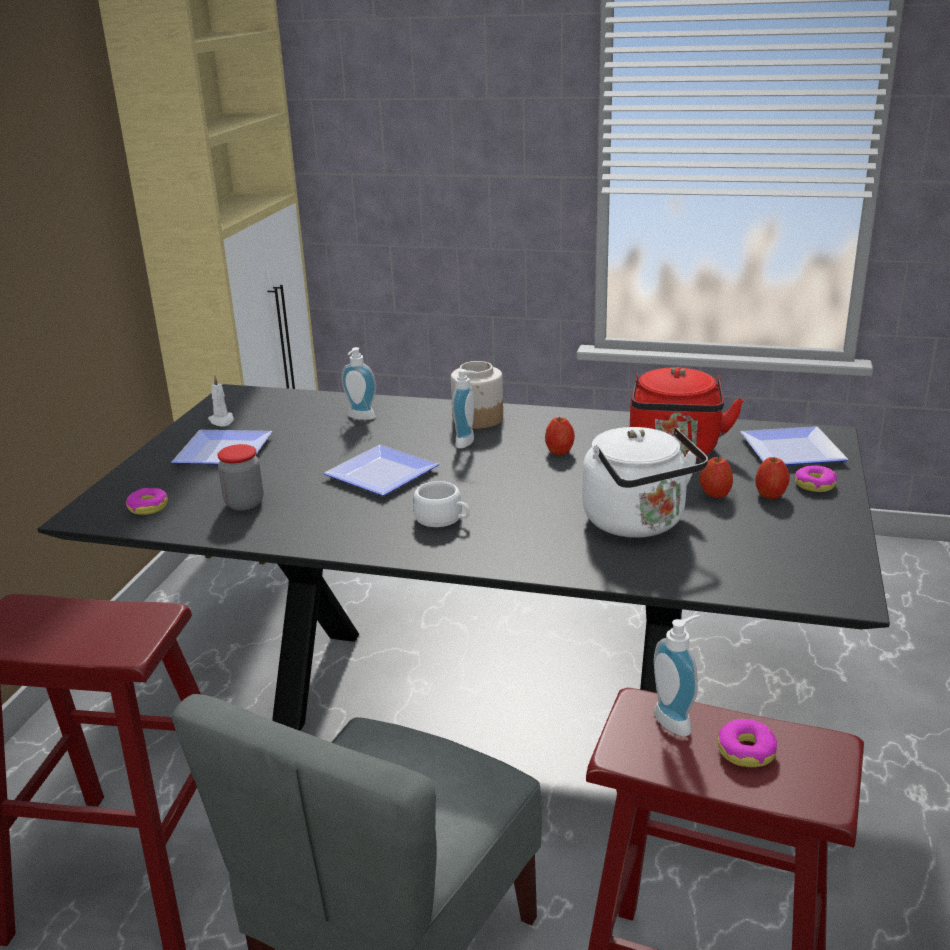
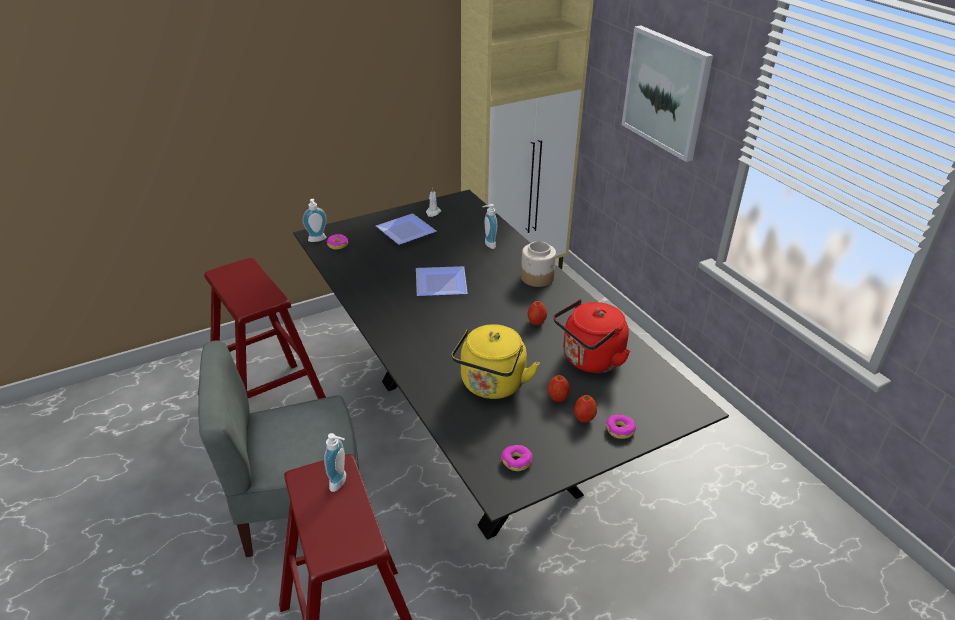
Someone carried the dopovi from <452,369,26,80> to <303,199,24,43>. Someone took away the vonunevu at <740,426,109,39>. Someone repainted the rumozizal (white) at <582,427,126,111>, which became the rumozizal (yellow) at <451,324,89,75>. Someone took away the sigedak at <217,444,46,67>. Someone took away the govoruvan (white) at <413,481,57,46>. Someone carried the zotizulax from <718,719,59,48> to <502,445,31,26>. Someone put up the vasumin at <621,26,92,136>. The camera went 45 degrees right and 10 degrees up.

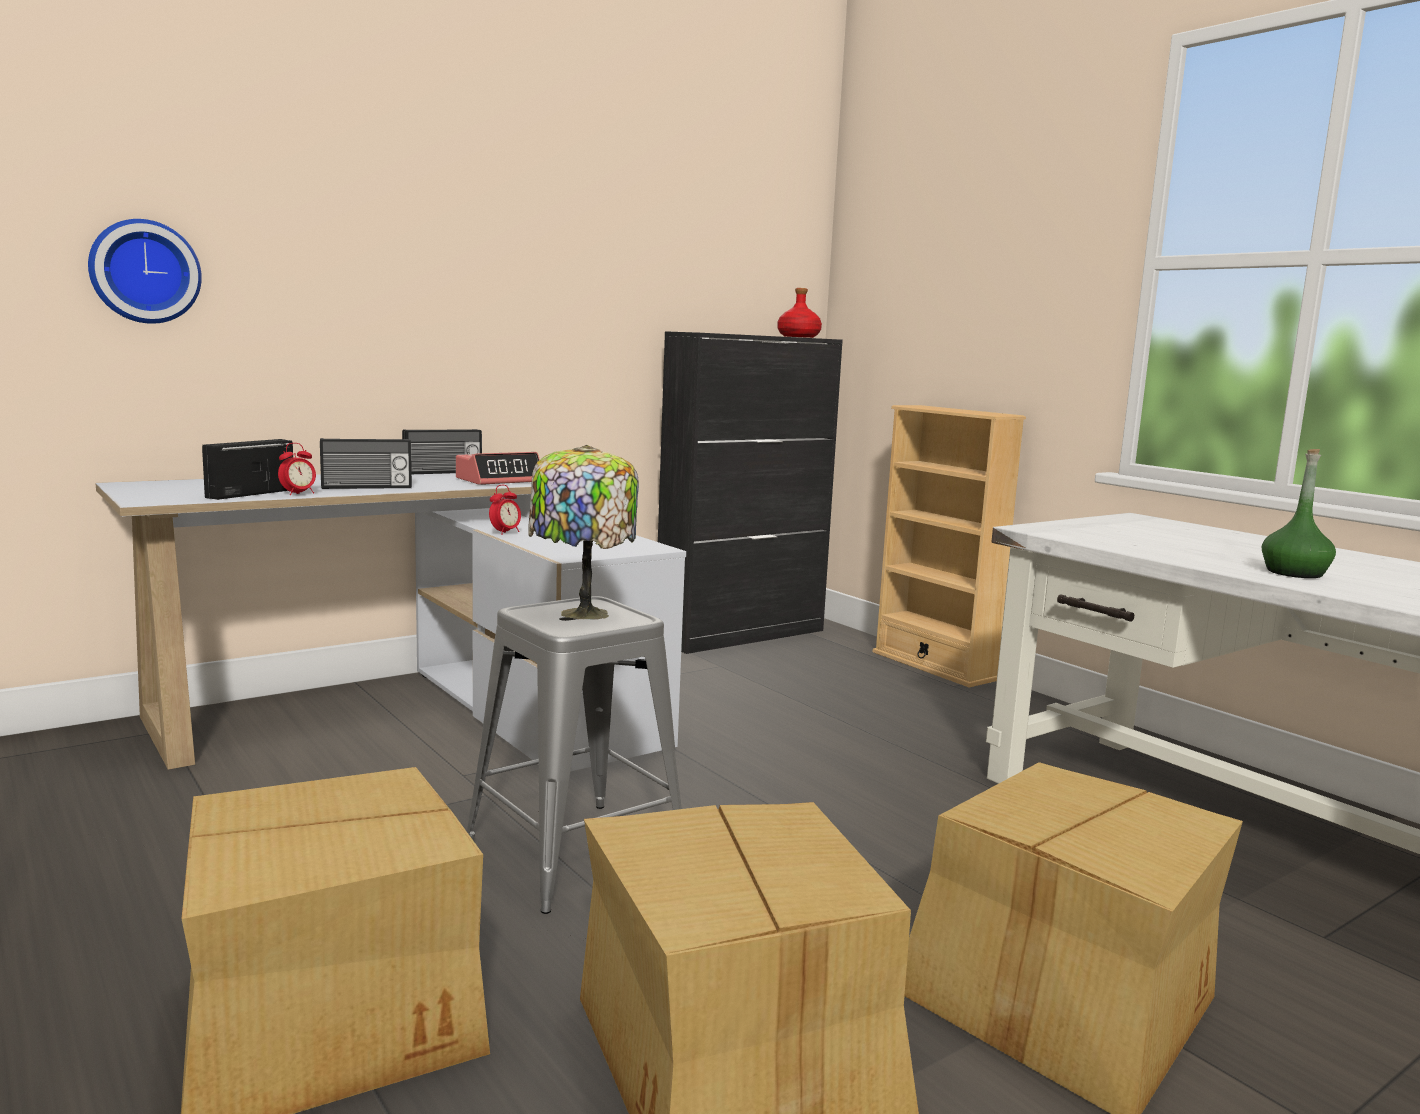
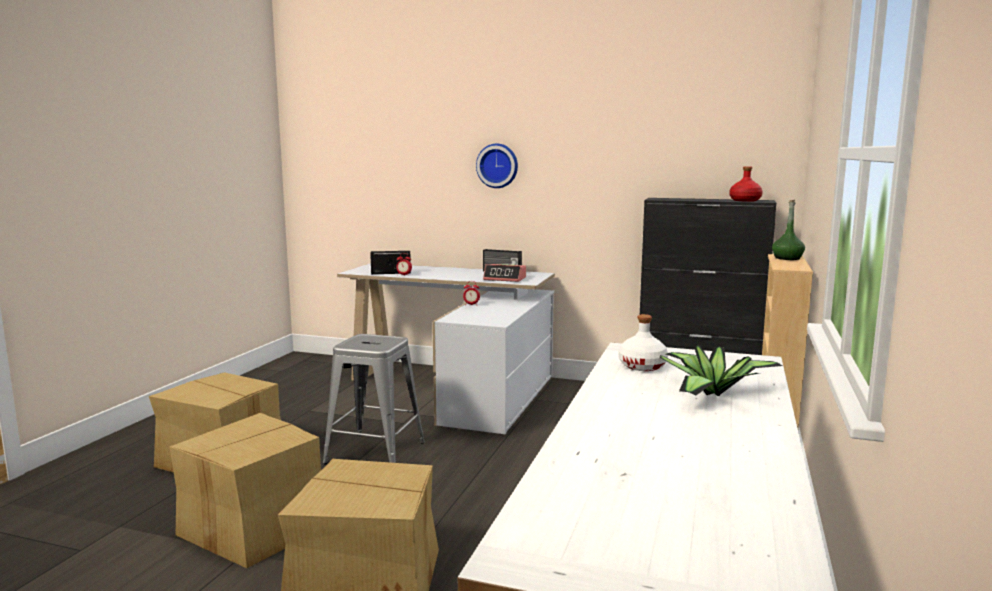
Someone carried the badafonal from <88,219,114,105> to <476,144,42,44>. Someone took away the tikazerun at <320,438,92,51>. Someone took away the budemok at <528,445,111,175>. Someone carried the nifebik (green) from <1262,449,74,129> to <772,200,33,60>. Someone put down the nifebik (white) at <619,314,49,57>. Someone put down the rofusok at <659,346,124,50>. The camera went 55 degrees right and 0 degrees up.

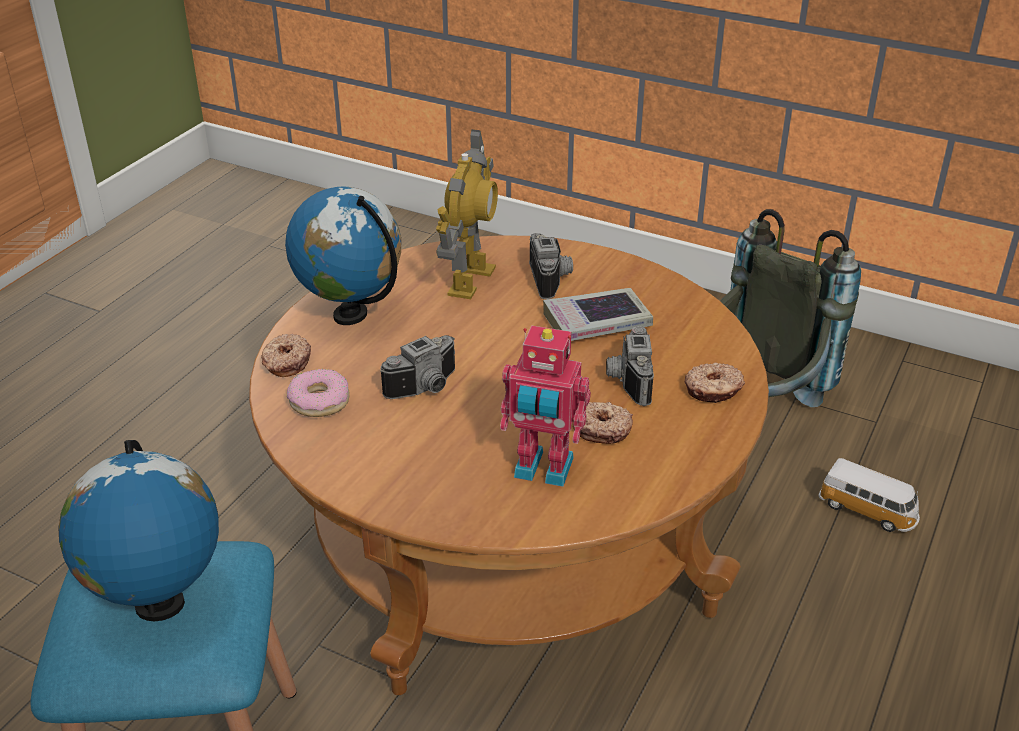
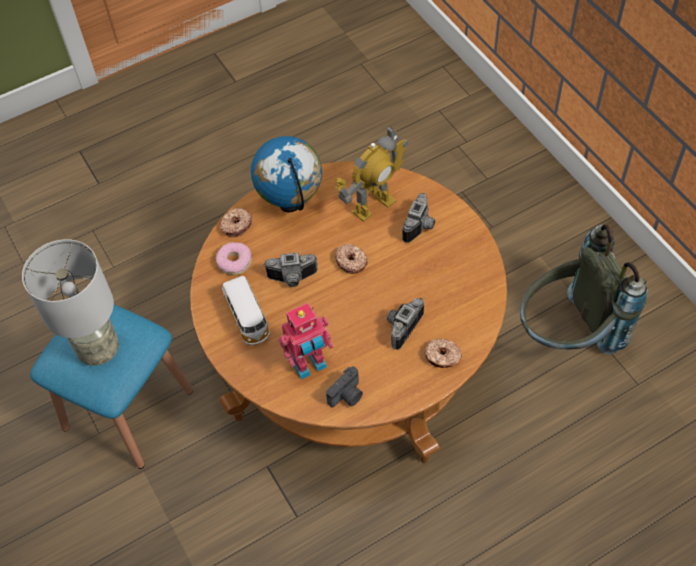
Someone took away the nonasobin at <543,288,110,53>. Someone rotated the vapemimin at <500,325,91,162> by 75 degrees counterclockwise. Someone carried the zotizulax from <573,402,60,42> to <335,244,33,30>. Someone swapped the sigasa at <58,440,161,181> for the budemok (grey) at <22,239,97,127>. Someone carried the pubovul from <819,458,101,74> to <222,276,48,69>. Someone put down the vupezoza at <326,366,37,41>. The camera went 35 degrees right and 20 degrees up.

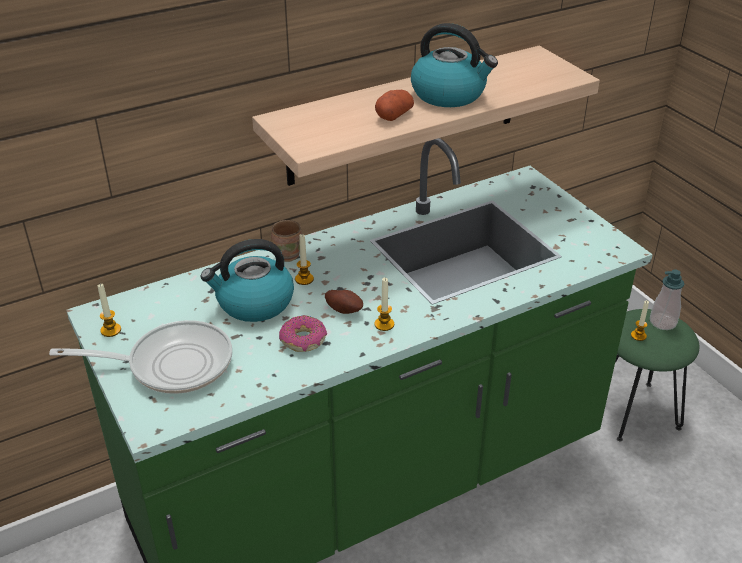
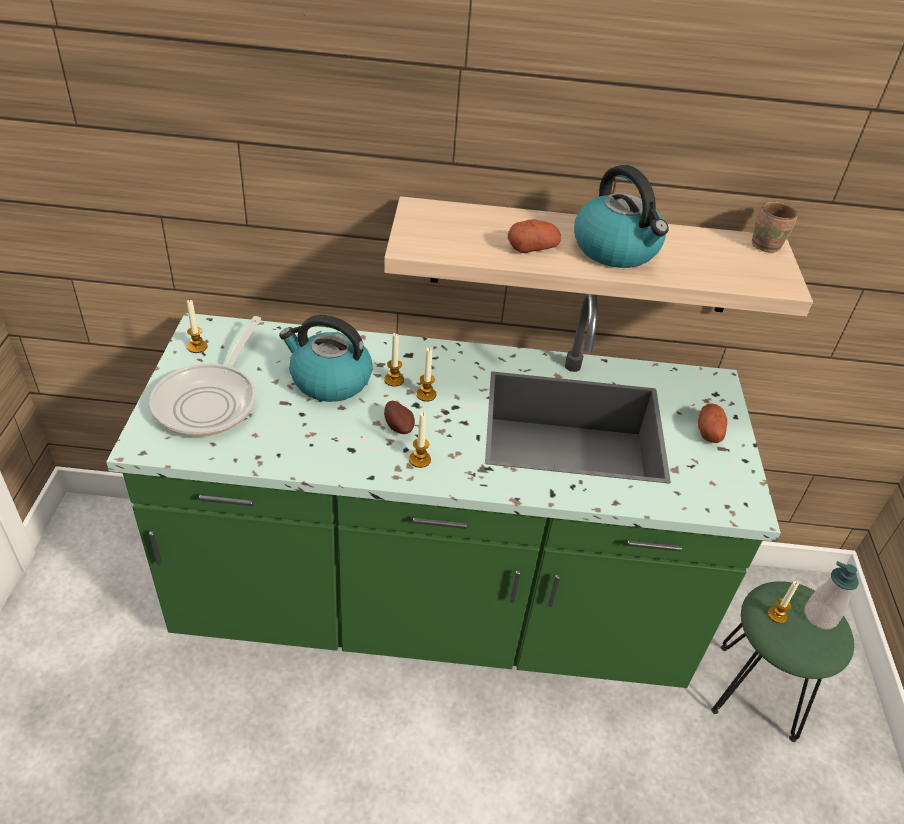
Someone carried the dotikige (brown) from <271,220,31,42> to <752,201,46,52>. Someone took away the zotizulax at <279,315,48,37>. Someone rotated the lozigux at <49,320,183,74> by 75 degrees clockwise. Someone put down the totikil at <416,347,20,55>. Someone put down the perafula at <698,403,29,40>. The camera went 30 degrees right and 5 degrees up.

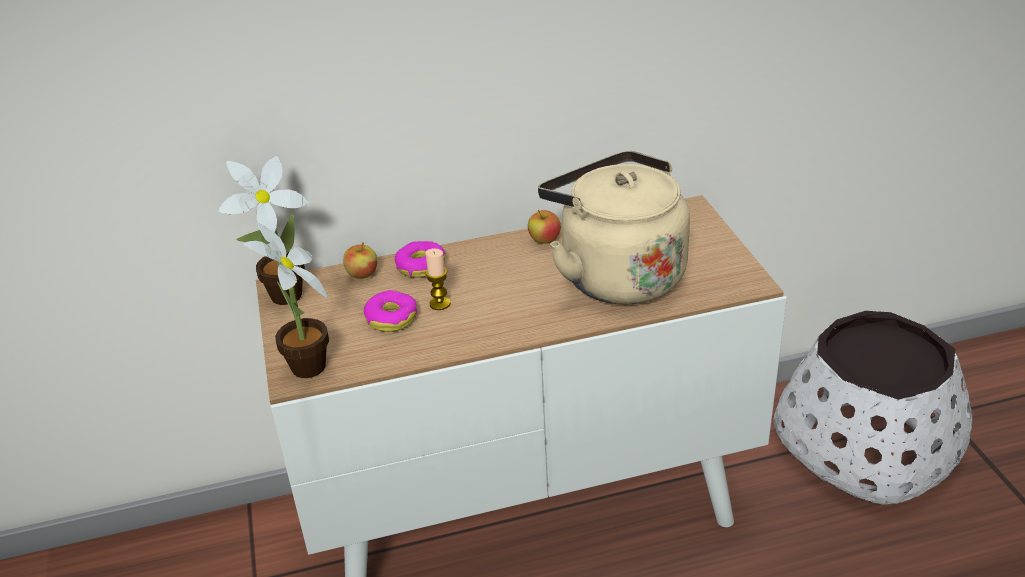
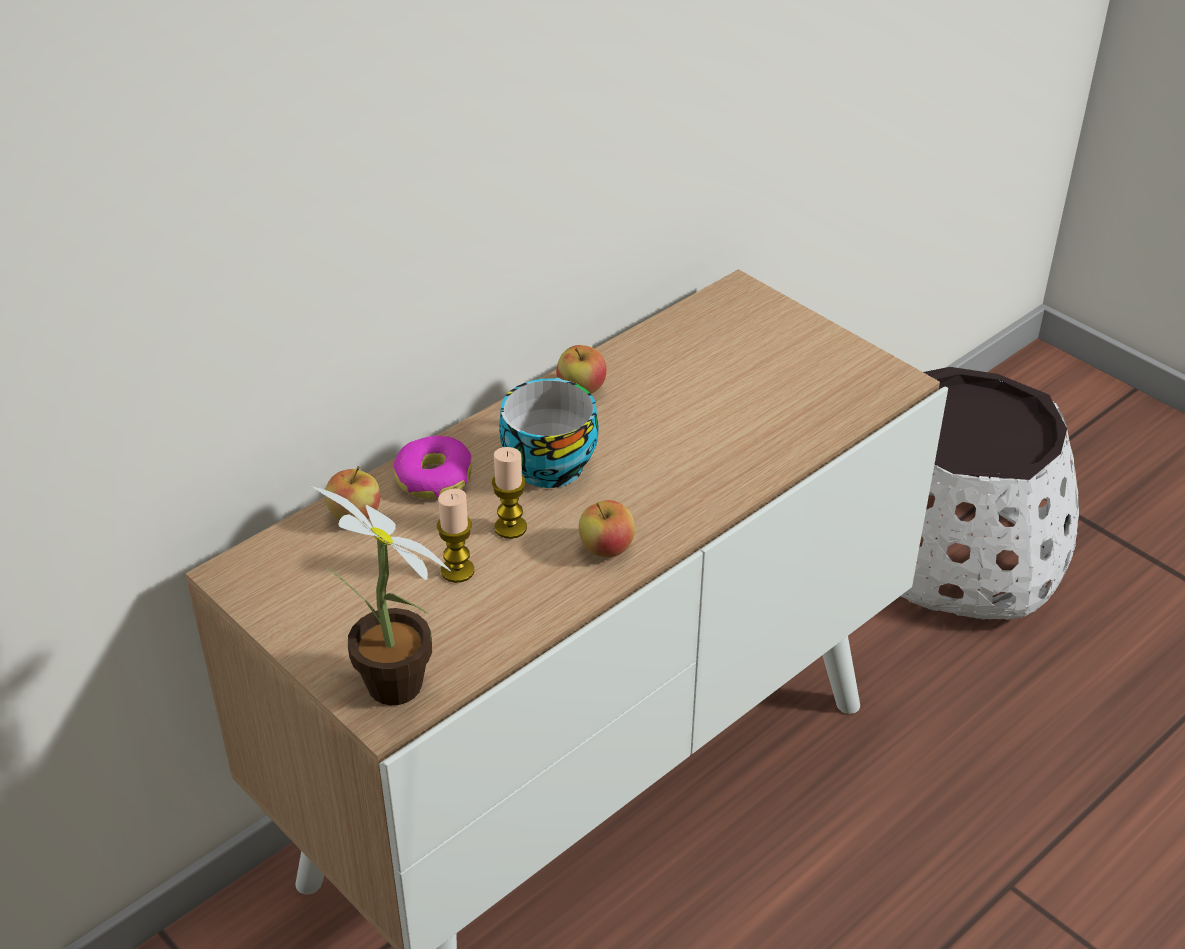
Someone took away the rumozizal (beige) at <538,151,152,154>. Someone took away the rofusok at <218,156,92,149>. Someone swapped the zotizulax at <364,290,53,42> for the totikil at <437,489,37,94>. Someone put down the govoruvan at <499,378,100,110>. Someone put down the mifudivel at <579,500,56,57>. The camera went 30 degrees left and 5 degrees up.

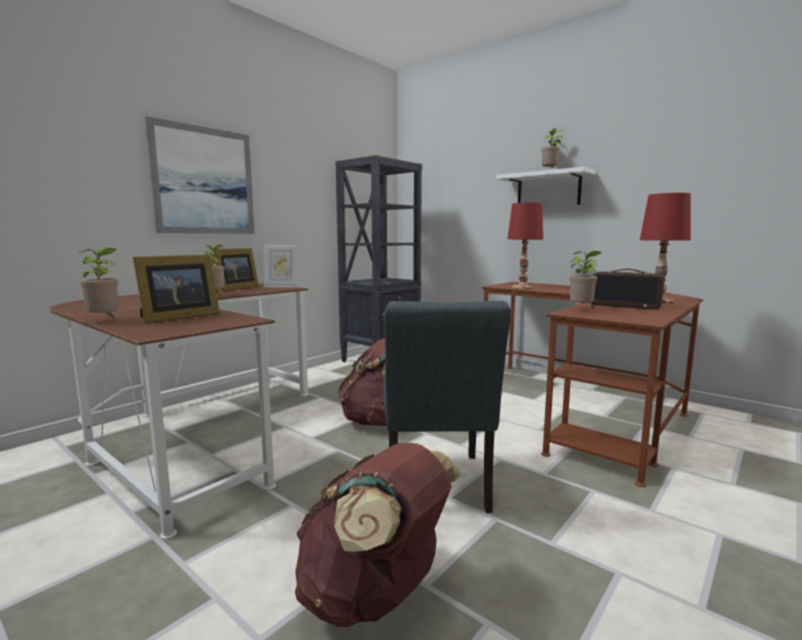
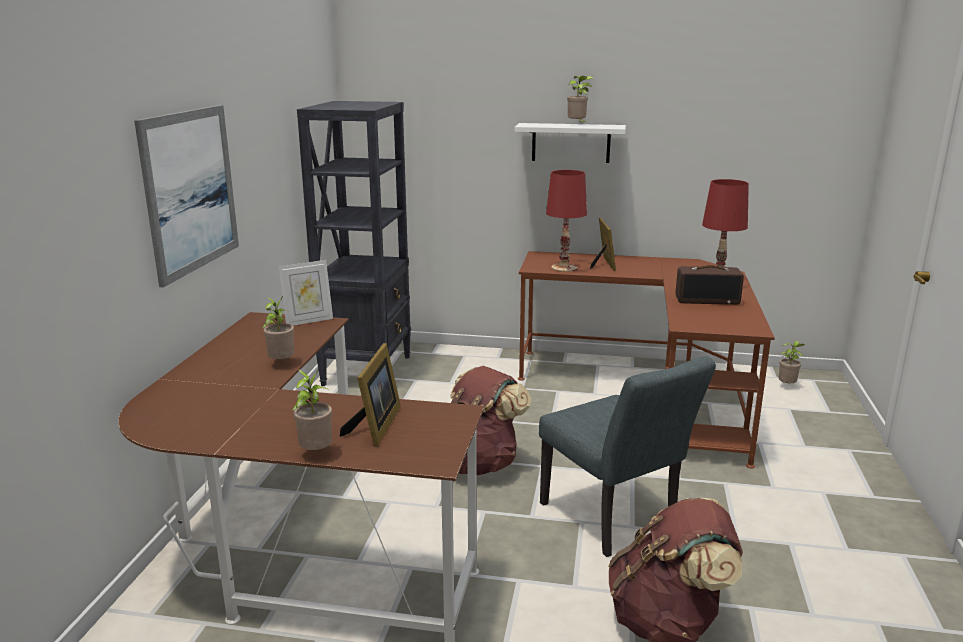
Someone carried the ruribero from <213,248,46,43> to <590,218,26,53>. Someone carried the rofusok from <570,251,31,56> to <778,341,27,42>. The camera went 30 degrees left and 10 degrees up.

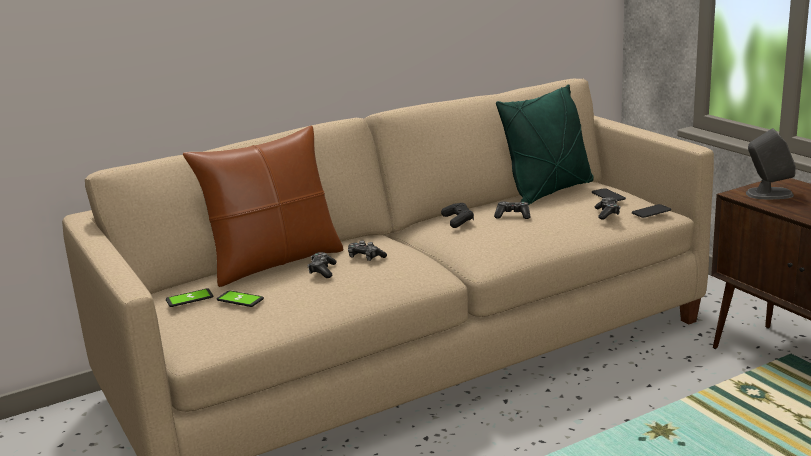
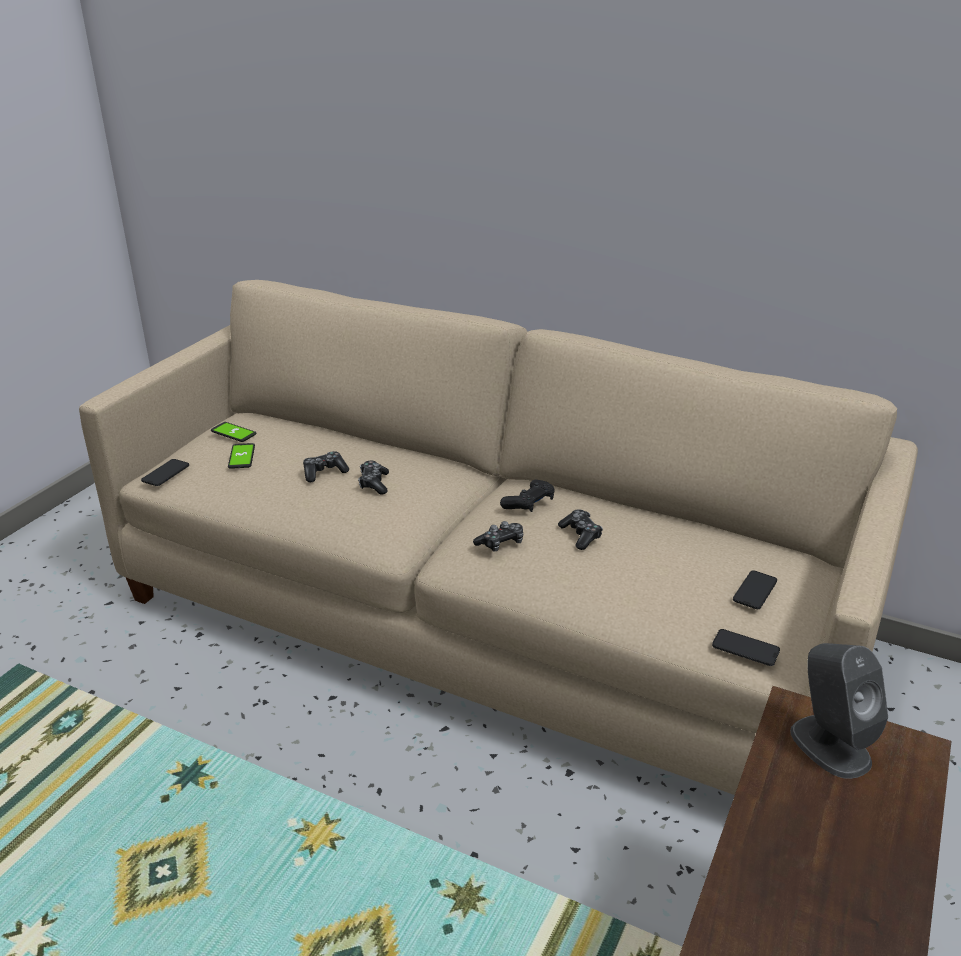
Someone took away the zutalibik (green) at <496,84,98,121>. Someone took away the zutalibik (brown) at <183,125,161,162>. Someone carried the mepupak from <595,197,25,23> to <473,521,50,30>. Someone put down the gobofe at <141,459,48,27>. The camera went 55 degrees right and 10 degrees up.

